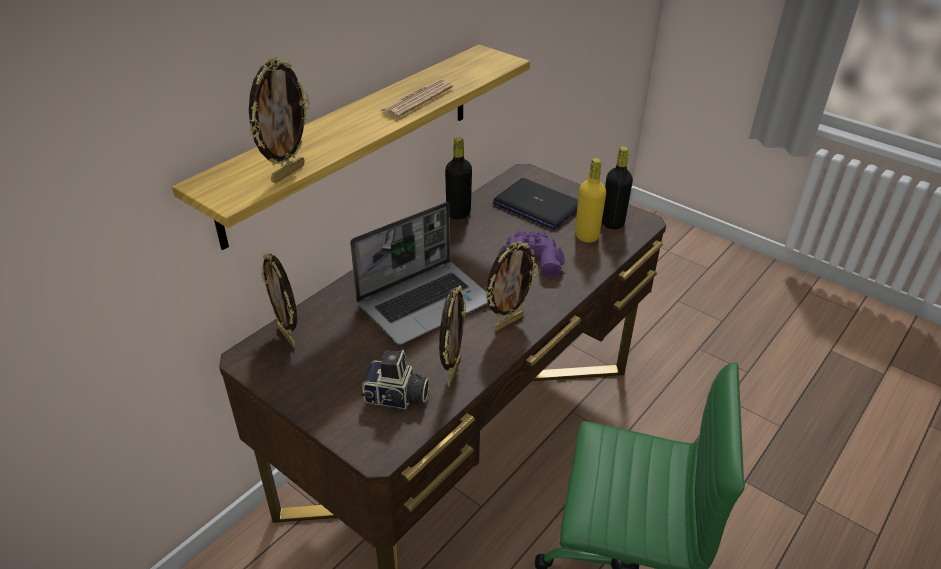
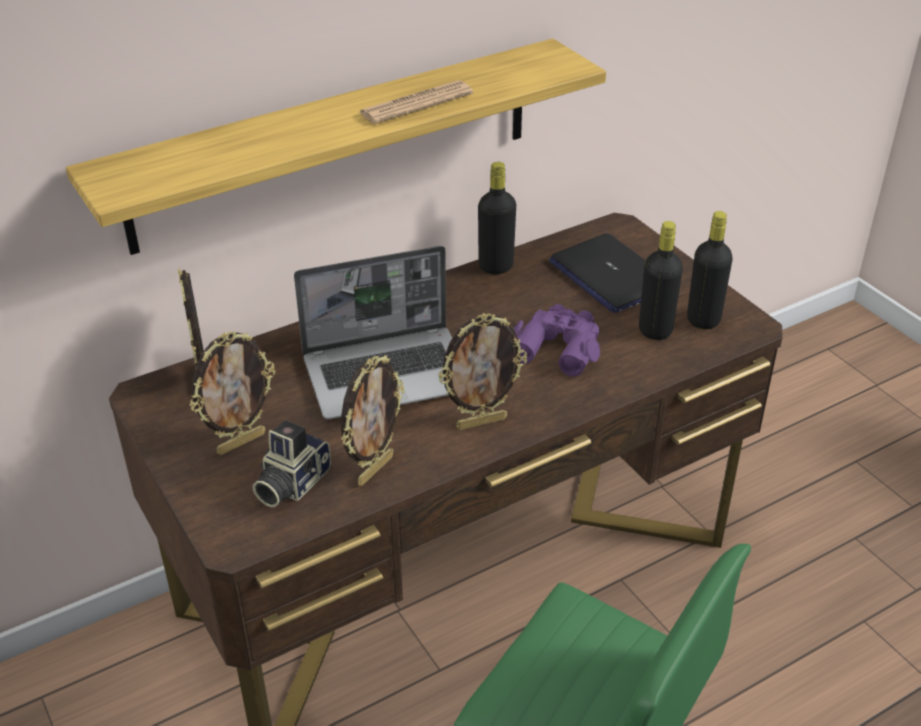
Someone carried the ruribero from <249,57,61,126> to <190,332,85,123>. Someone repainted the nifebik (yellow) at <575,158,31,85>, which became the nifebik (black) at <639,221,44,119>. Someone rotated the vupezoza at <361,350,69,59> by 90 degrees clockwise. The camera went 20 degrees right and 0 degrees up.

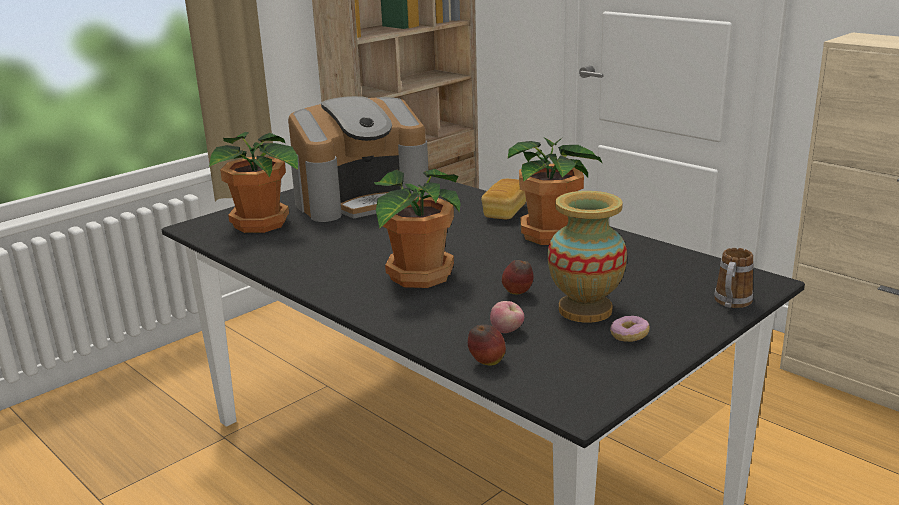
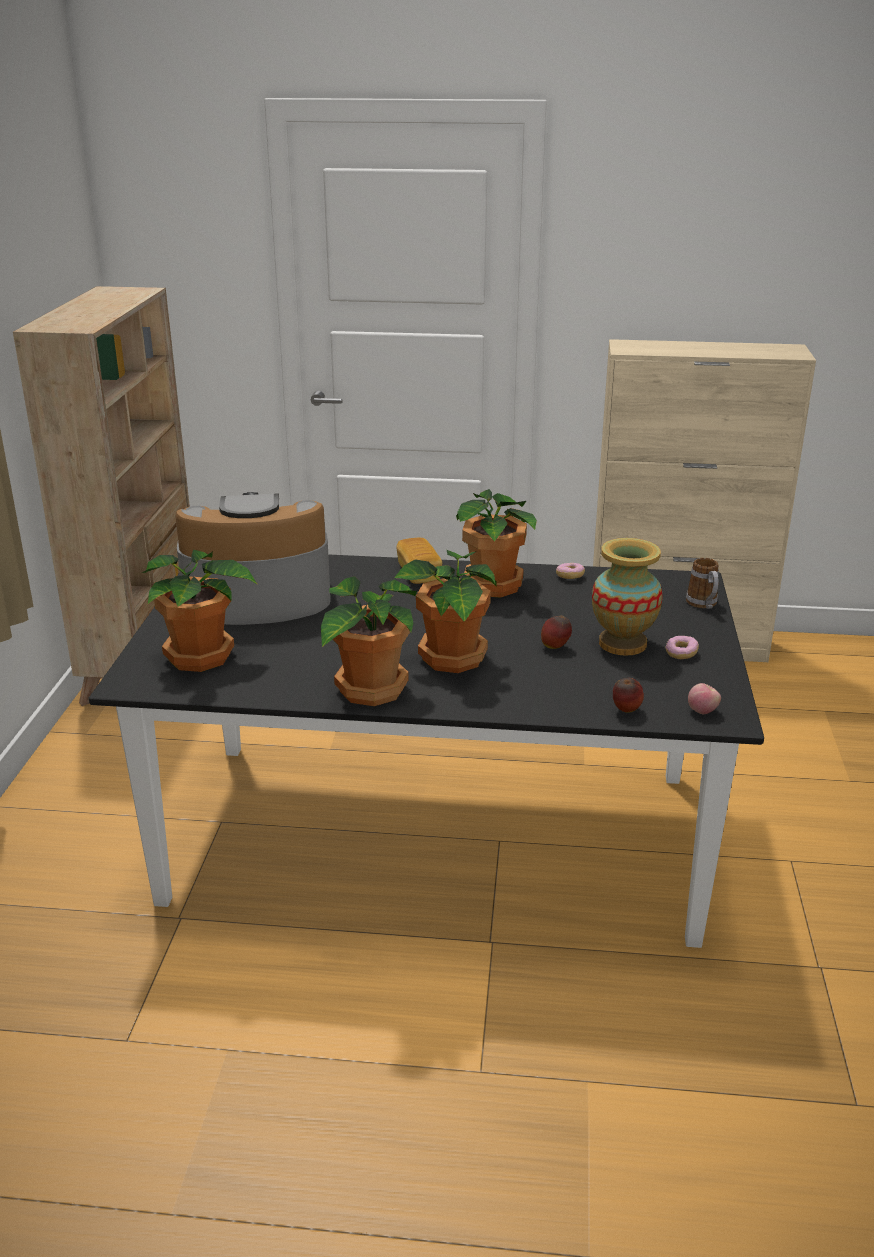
Someone rotated the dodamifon at <288,96,141,126> by 120 degrees counterclockwise. Someone carried the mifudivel from <490,301,34,32> to <688,683,33,31>. Someone put down the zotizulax at <556,563,29,16>. Someone put down the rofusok at <321,576,96,130>. The camera went 40 degrees left and 5 degrees up.

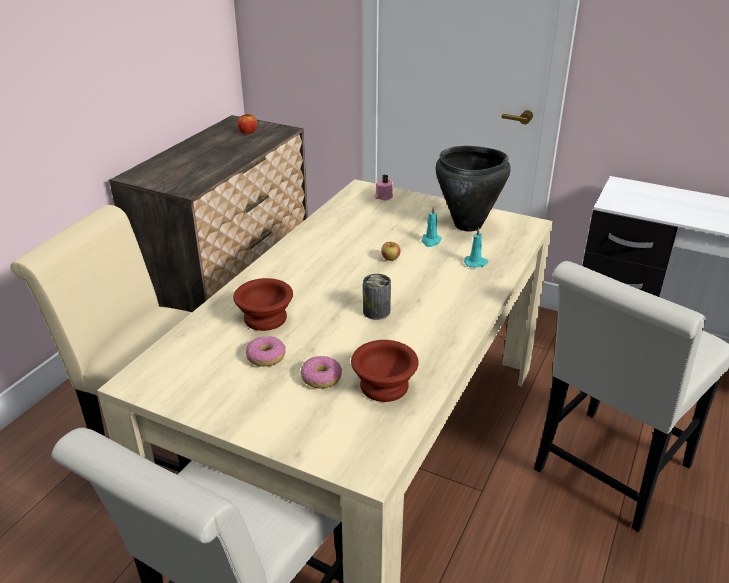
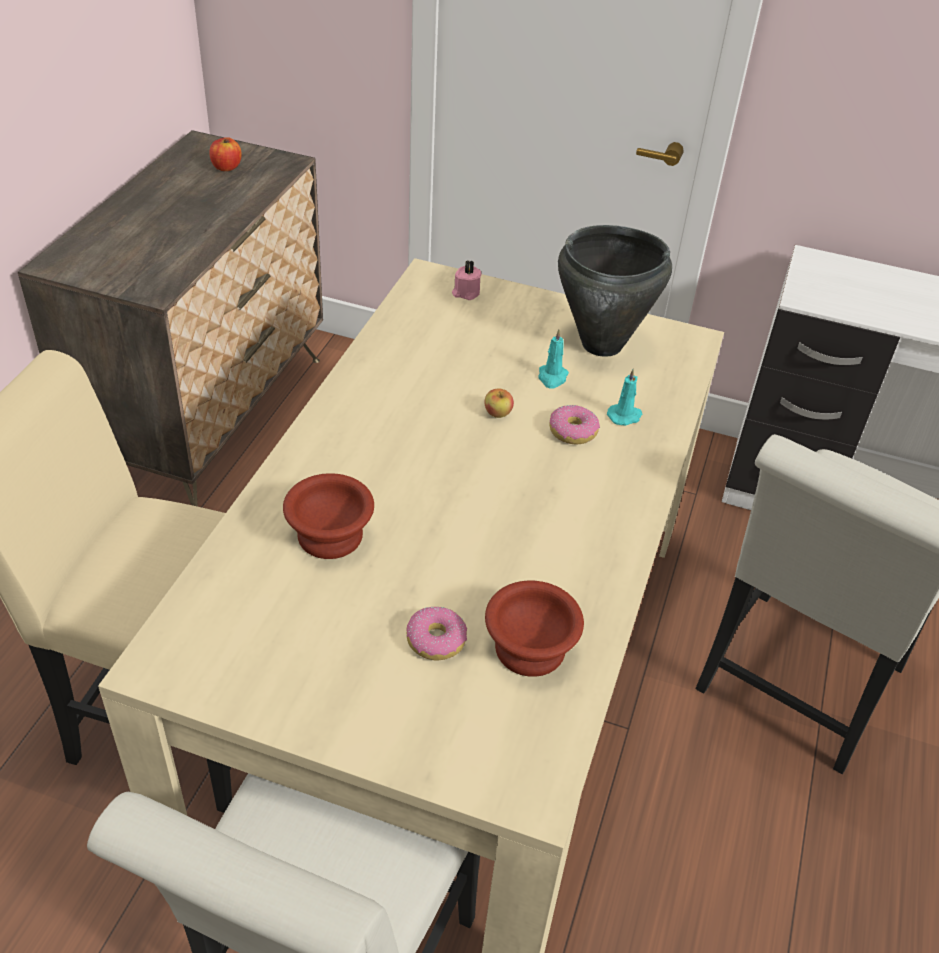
Someone took away the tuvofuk at <363,274,28,46>. Someone carried the zotizulax from <246,336,40,31> to <550,405,50,39>. The camera went 10 degrees left and 10 degrees up.

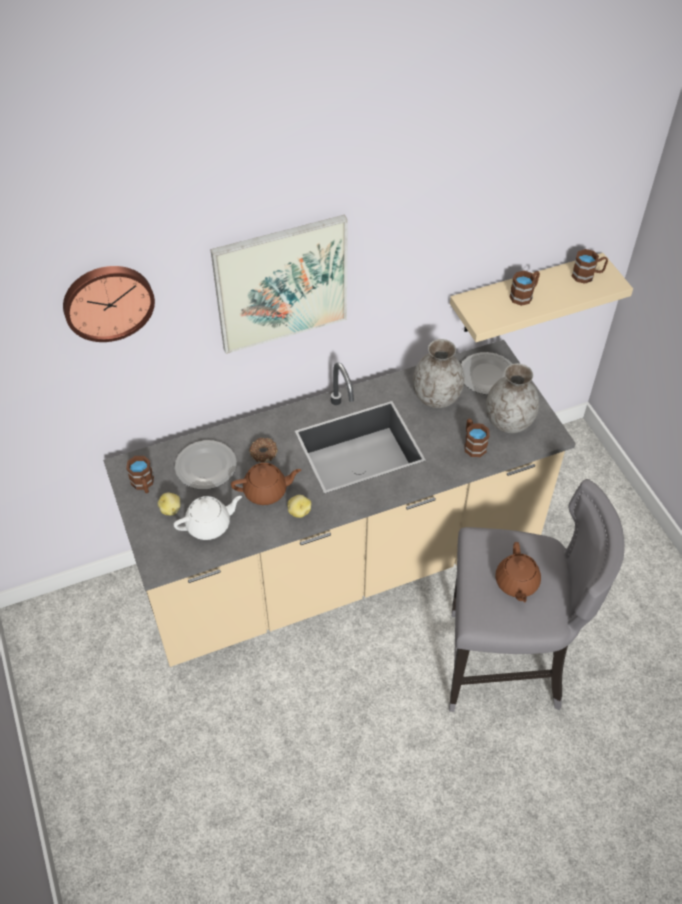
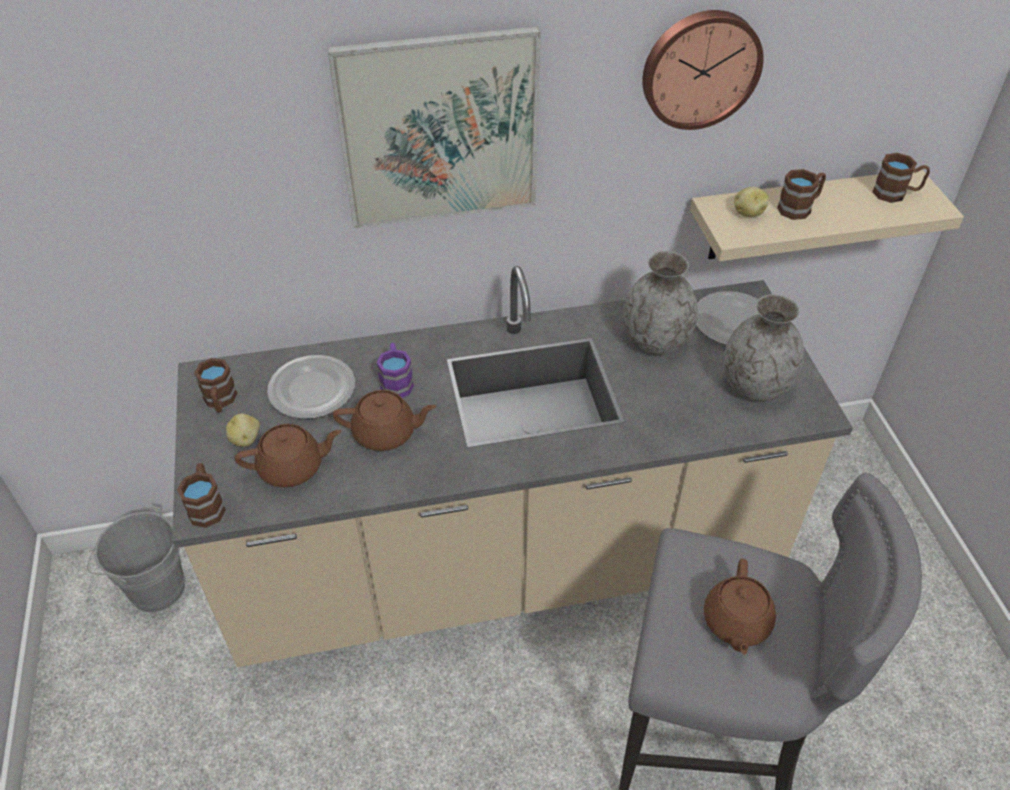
Someone carried the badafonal from <63,266,92,76> to <642,10,122,120>. Someone carried the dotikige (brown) from <464,418,25,39> to <177,463,49,65>. Someone swapped the zotizulax at <249,438,29,24> for the dotikige (purple) at <377,343,37,55>. Someone carried the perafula from <287,495,24,23> to <734,187,35,30>. Someone repainted the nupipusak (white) at <174,496,68,44>, which became the nupipusak (brown) at <235,424,106,63>. Someone put down the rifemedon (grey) at <87,505,98,107>. The camera went 10 degrees right and 5 degrees down.

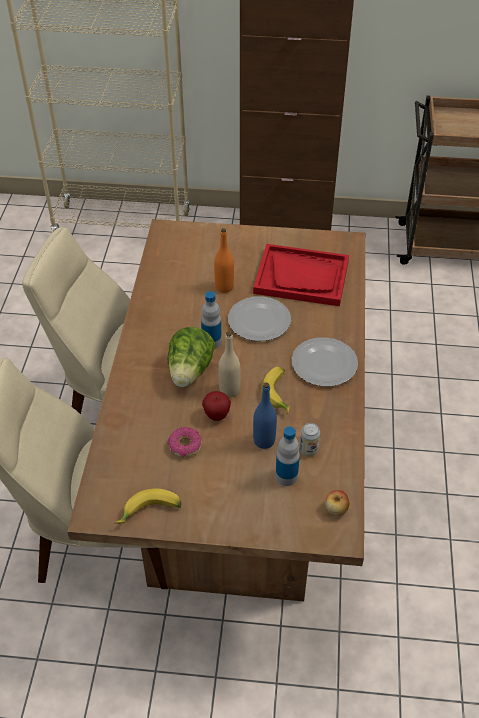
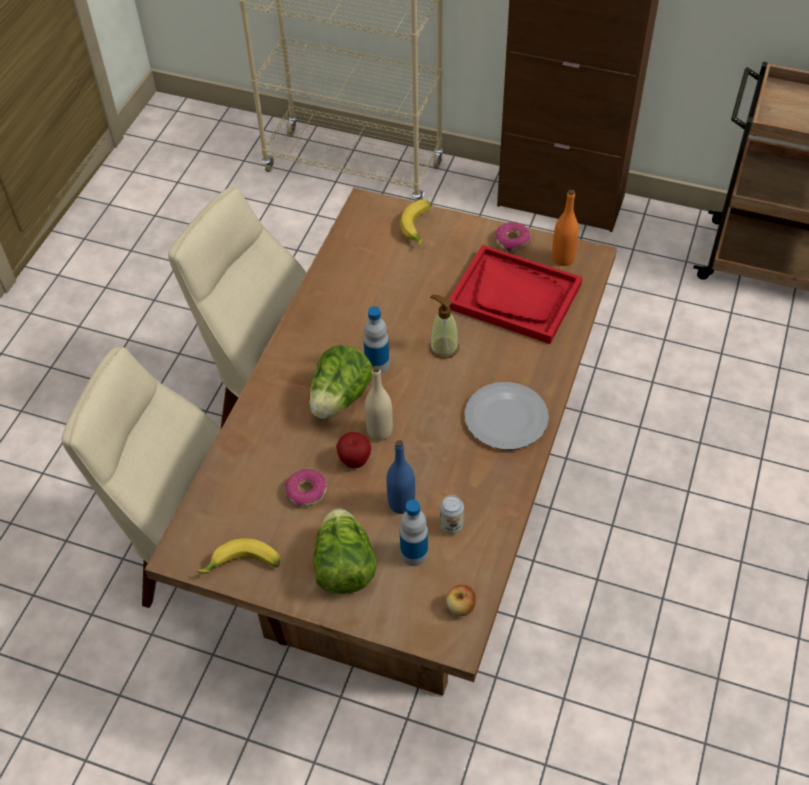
Someone carried the nifebik (orange) from <214,228,20,65> to <552,190,27,76>. Someone swapped the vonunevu at <228,296,63,45> for the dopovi at <429,295,30,64>. Someone carried the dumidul from <261,367,29,47> to <400,199,32,48>. Someone put down the zotizulax at <495,222,35,29>. Someone put down the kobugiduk at <313,508,64,86>. The camera went 15 degrees right and 5 degrees up.

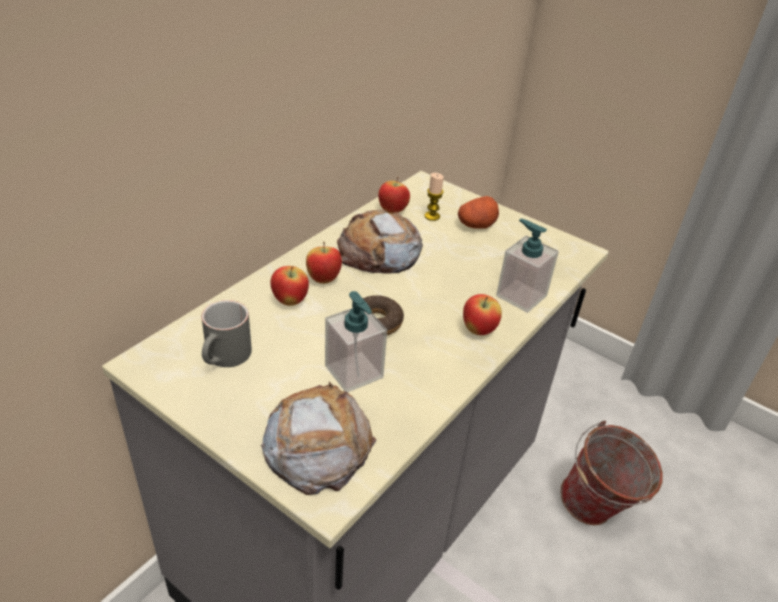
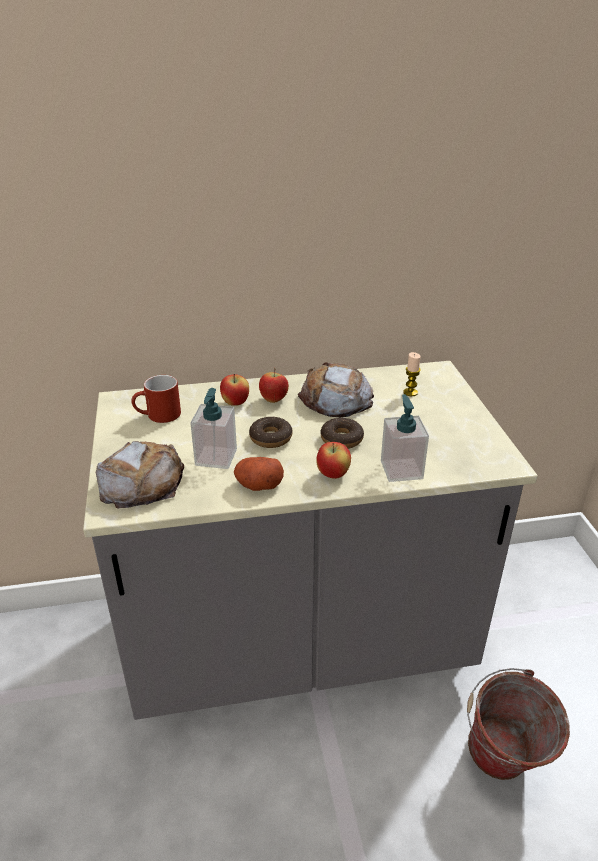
Someone took away the mifudivel at <378,177,32,37>. Someone carried the perafula from <458,196,41,33> to <234,457,50,34>. Someone repainted the dotikige (grey) at <202,300,50,67>, which became the dotikige (red) at <131,375,50,48>. Someone put down the zotizulax at <320,418,44,31>. The camera went 45 degrees right and 5 degrees down.

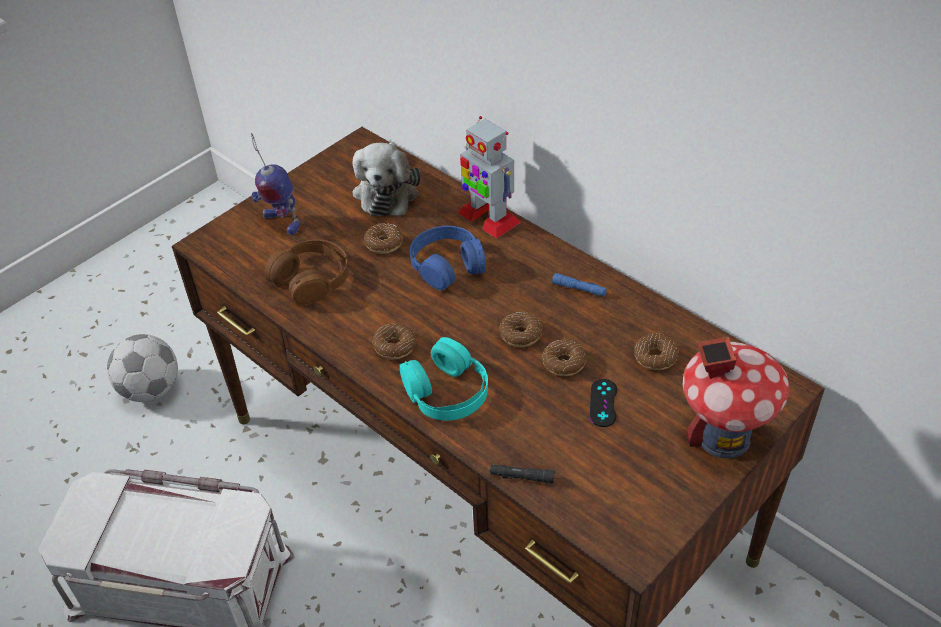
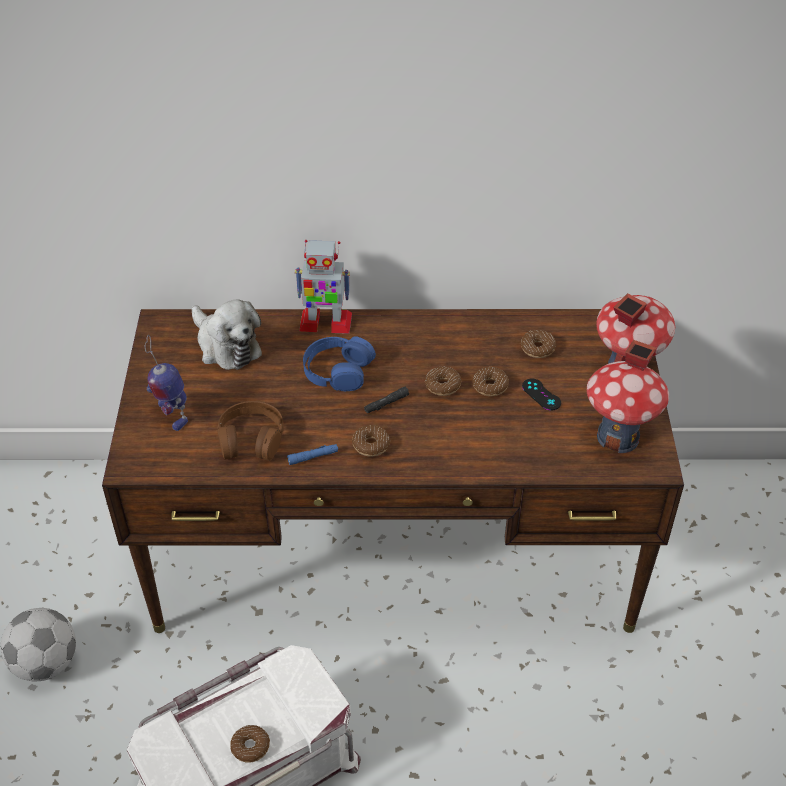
Someone rotated the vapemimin at <251,133,50,102> by 60 degrees clockwise. Someone carried the zotizulax from <364,223,39,31> to <230,725,40,38>. Someone carried the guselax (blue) from <552,273,55,23> to <287,444,51,21>. Someone took away the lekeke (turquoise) at <400,337,88,84>. Someone carried the guselax (black) from <490,465,65,18> to <364,387,45,26>. Someone put down the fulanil at <586,340,83,113>. The camera went 45 degrees left and 0 degrees up.

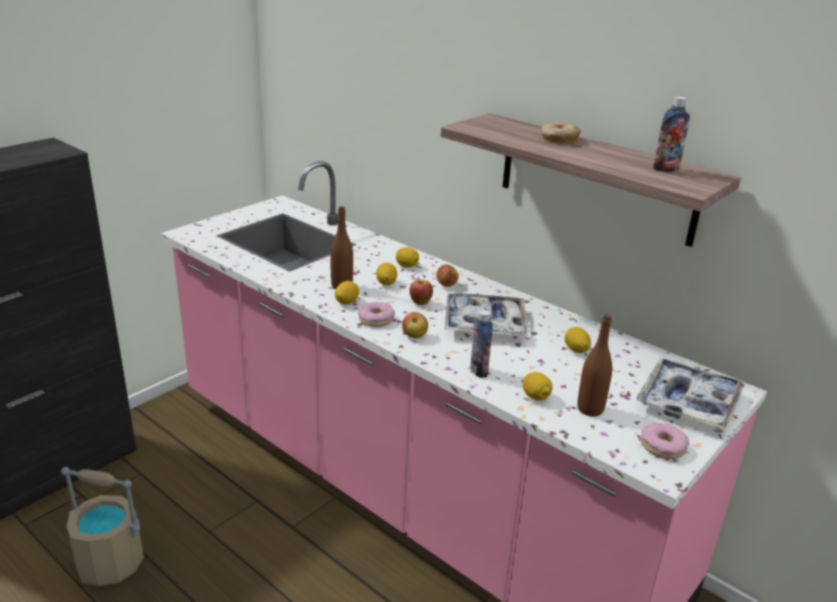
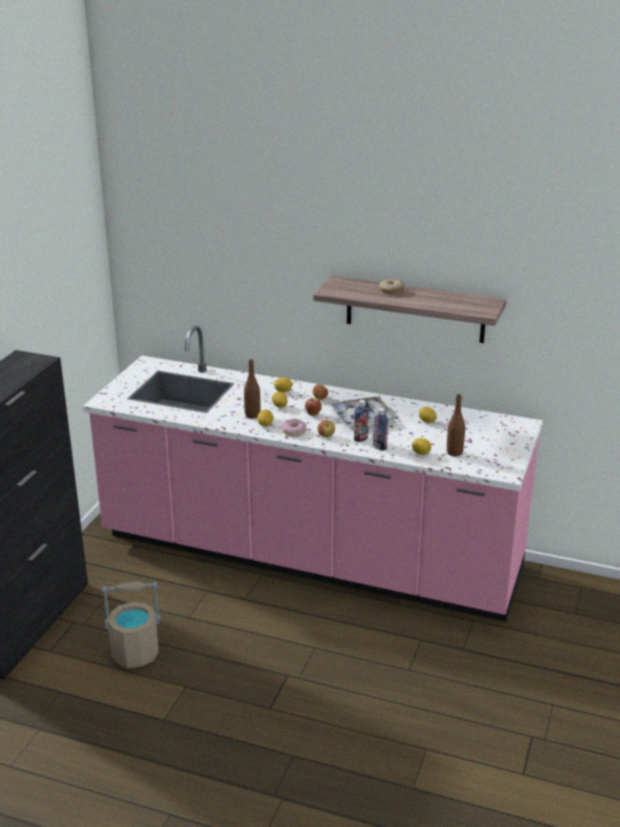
Someone carried the nifebik from <653,96,37,76> to <354,400,15,42>. Someone took away the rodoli at <636,358,109,72>. Someone took away the zotizulax at <640,423,49,36>. The camera went 20 degrees left and 0 degrees up.

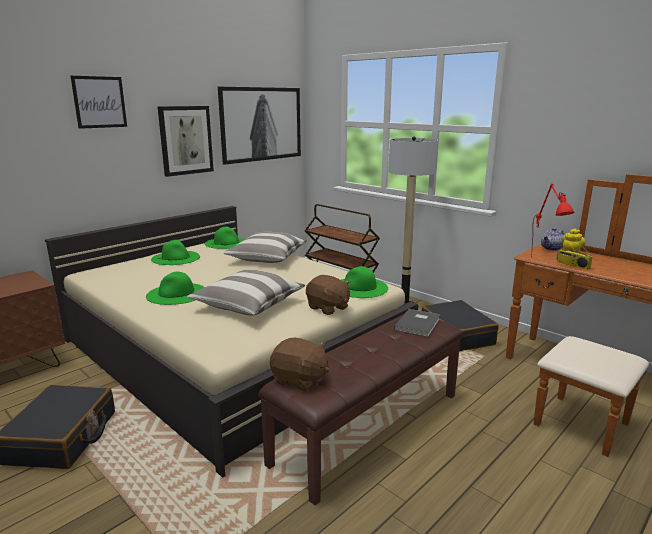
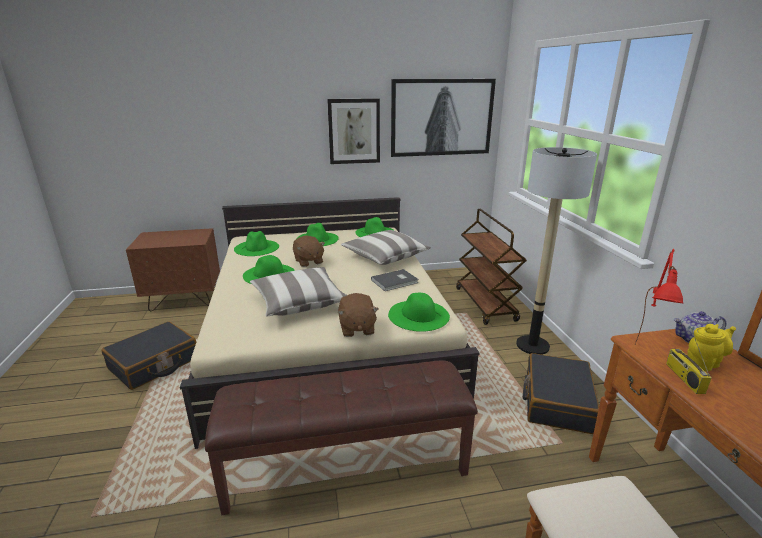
Someone took away the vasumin at <71,76,56,53>. Someone carried the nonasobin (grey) from <394,309,46,28> to <371,269,48,22>. Someone carried the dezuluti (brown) from <270,337,59,54> to <293,236,32,31>. Someone put down the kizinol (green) at <234,231,45,25>. The camera went 35 degrees right and 5 degrees up.

